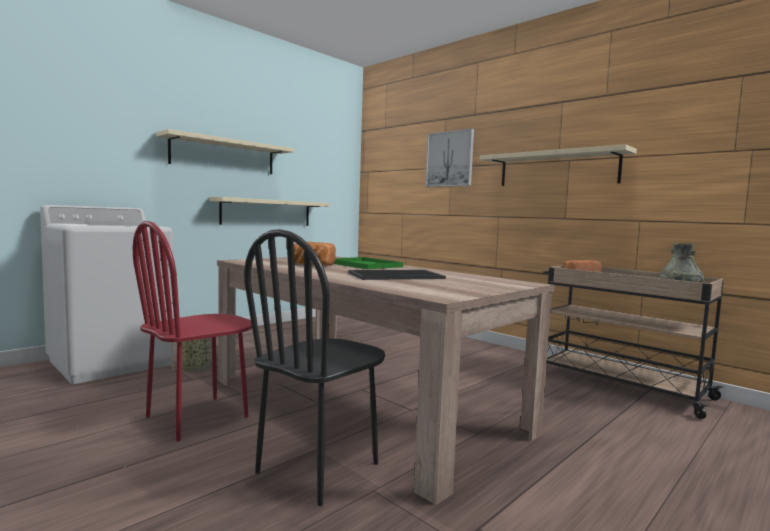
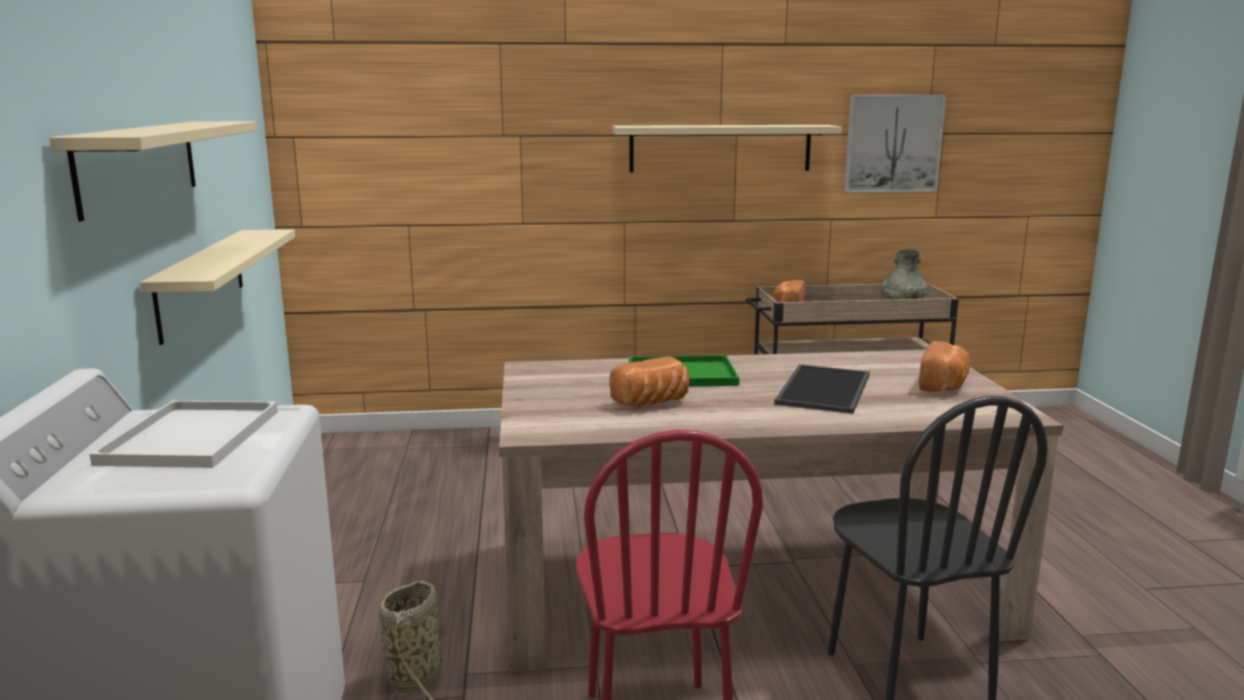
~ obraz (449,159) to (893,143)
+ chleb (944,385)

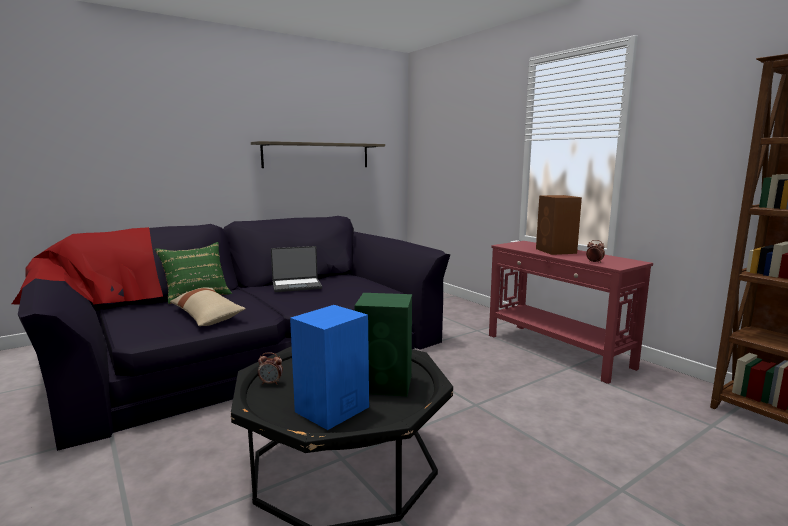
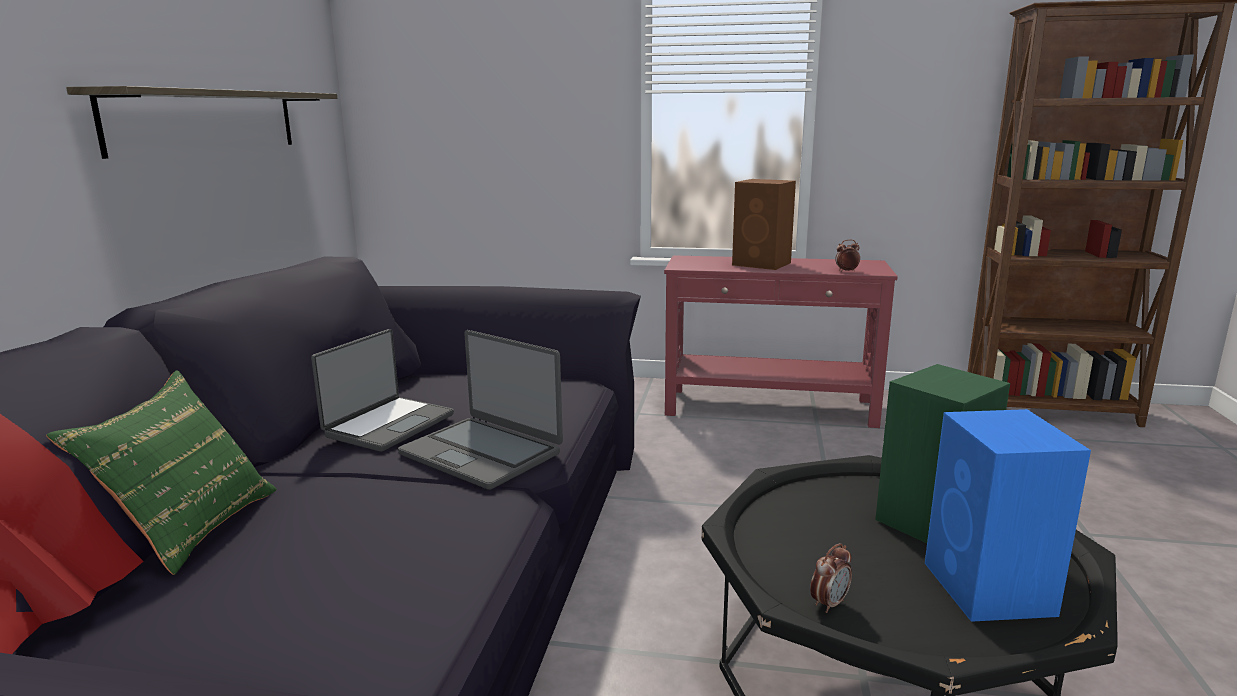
- poduszka [beżowy] (206,316)
+ laptop (482,453)

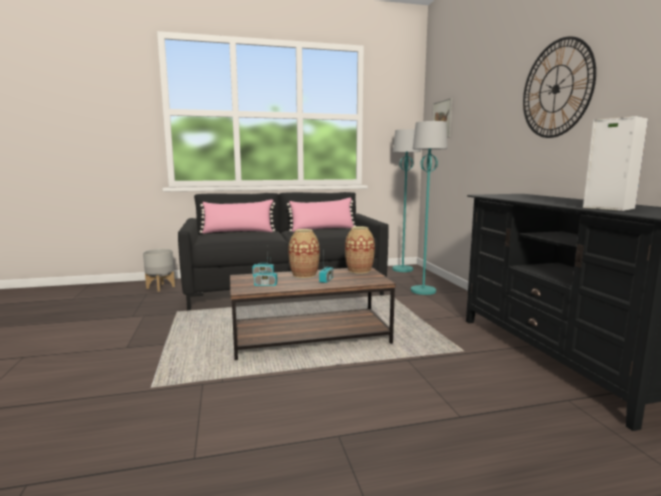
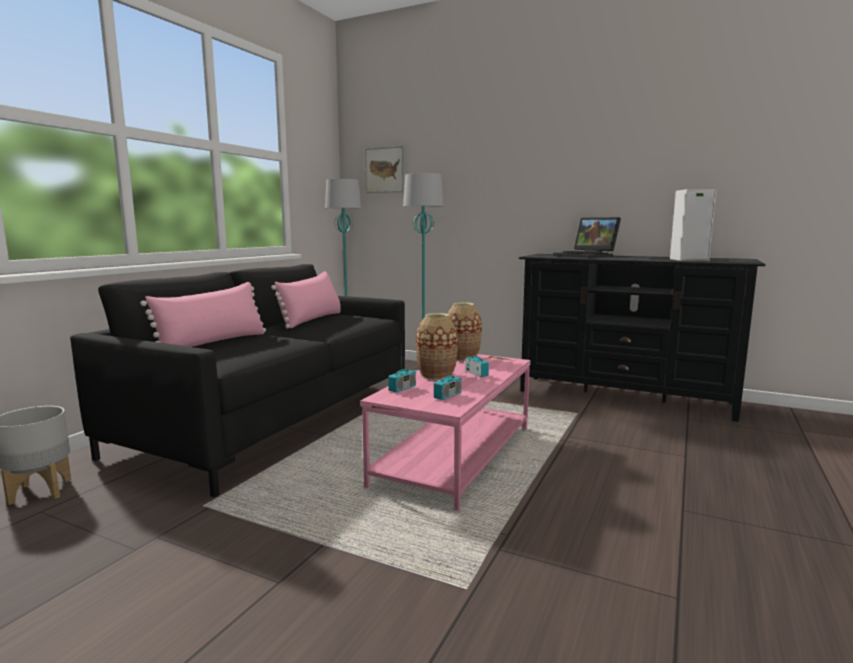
~ ława [brązowy] (310,337) to ława [różowy] (455,454)
- zegar ścienny (556,89)
+ laptop (587,256)

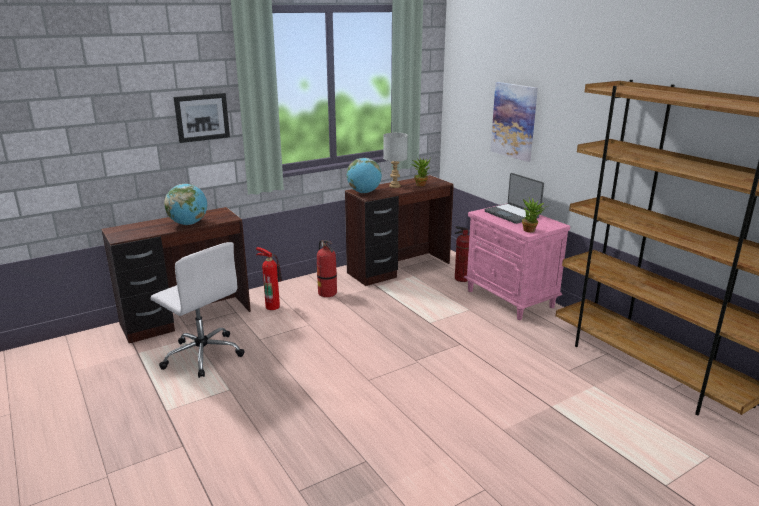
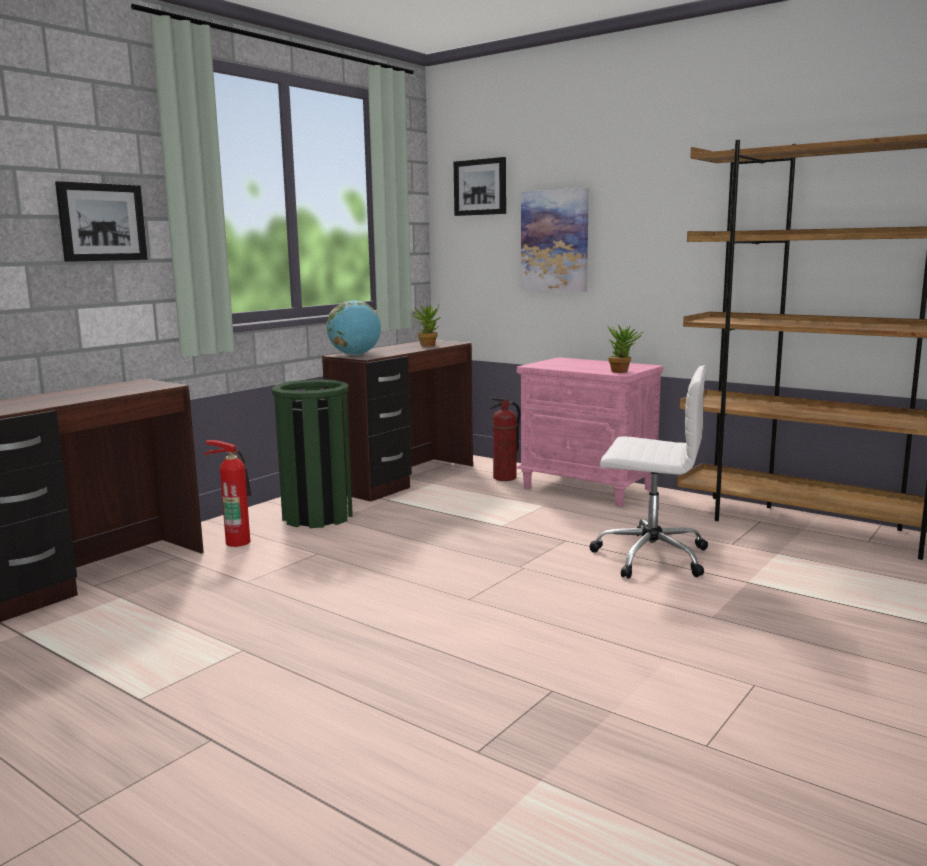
~ krzesło biurowe [biały] (202,354) to (649,556)
- globus (188,224)
~ gaśnica (327,293) to kosz na śmieci [zielony] (318,516)
- lampa stołowa [szary] (395,186)
- laptop (512,214)
+ obraz (480,187)

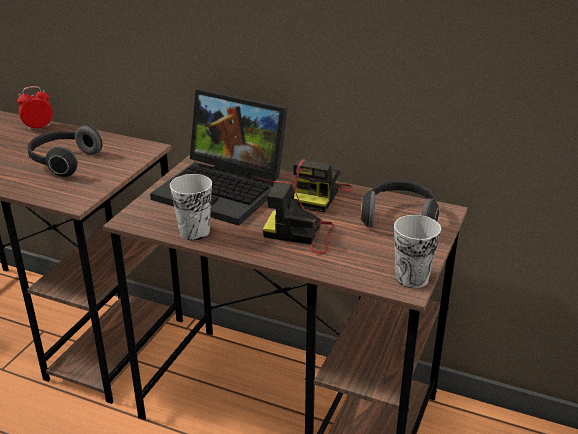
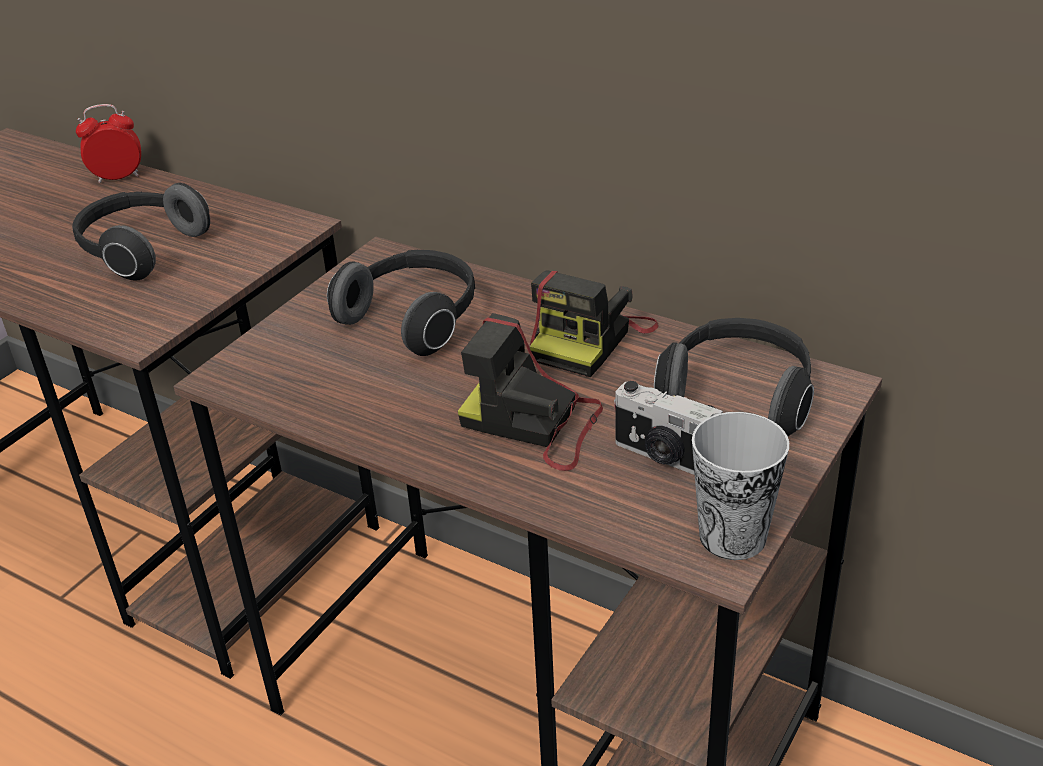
~ laptop (224,190) to słuchawki (414,319)
- filiżanka (194,232)
+ aparat fotograficzny (666,458)

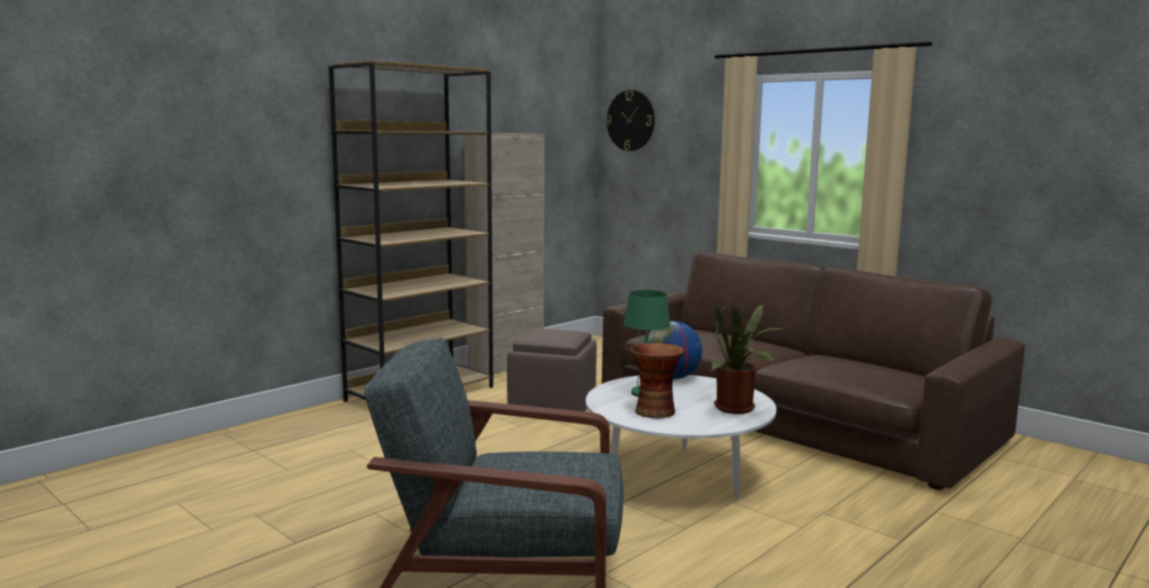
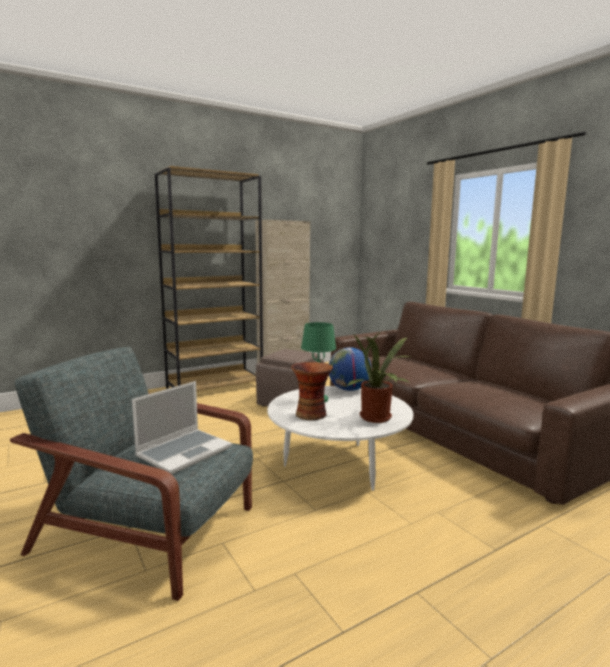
- zegar ścienny (630,120)
+ laptop (184,451)

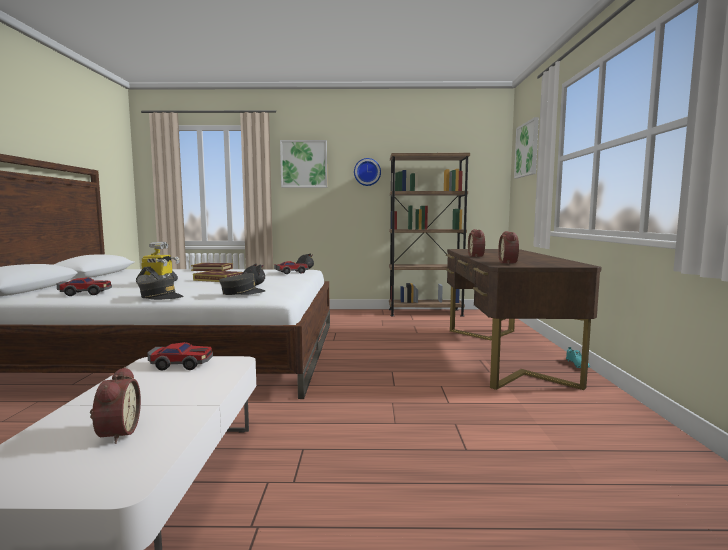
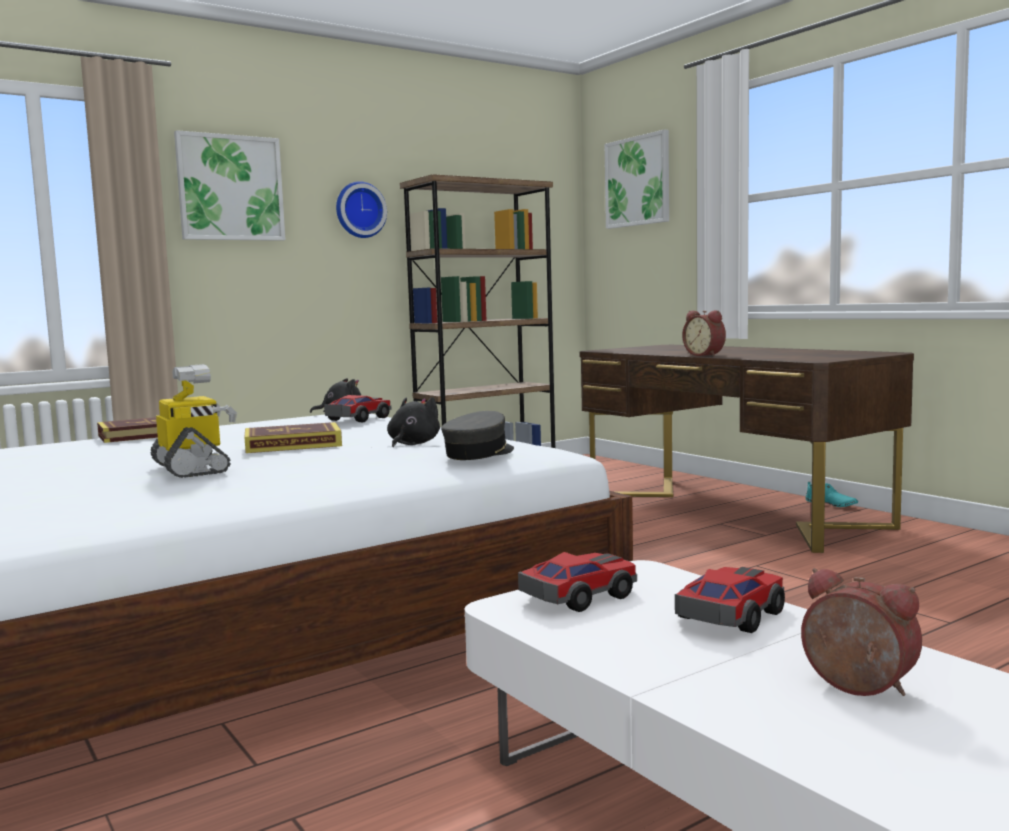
~ samochodzik (86,293) to (728,615)
- czapka z daszkiem [szary] (161,297)
- budzik (509,263)

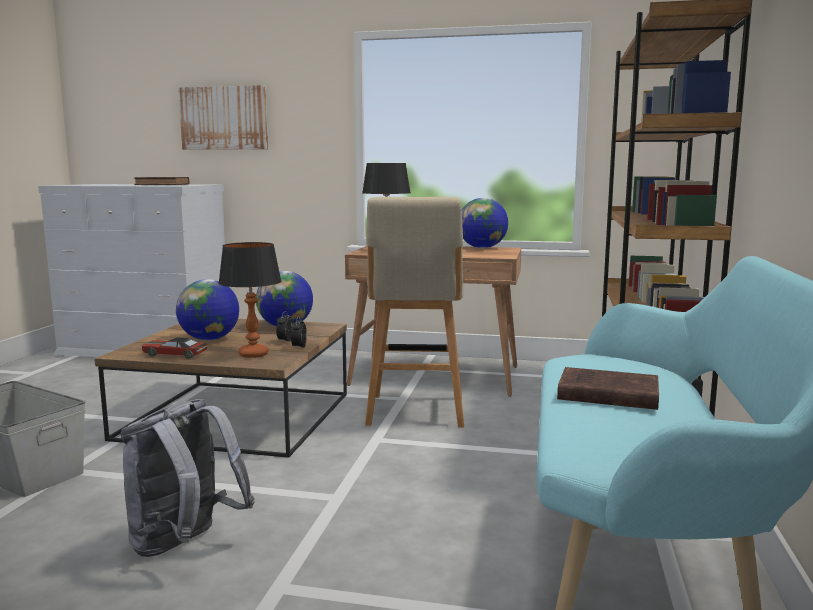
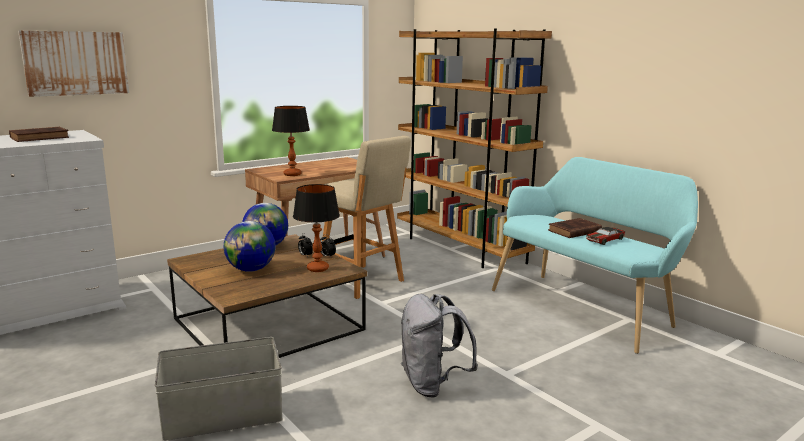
~ samochodzik (174,354) to (605,240)
- globus (482,248)

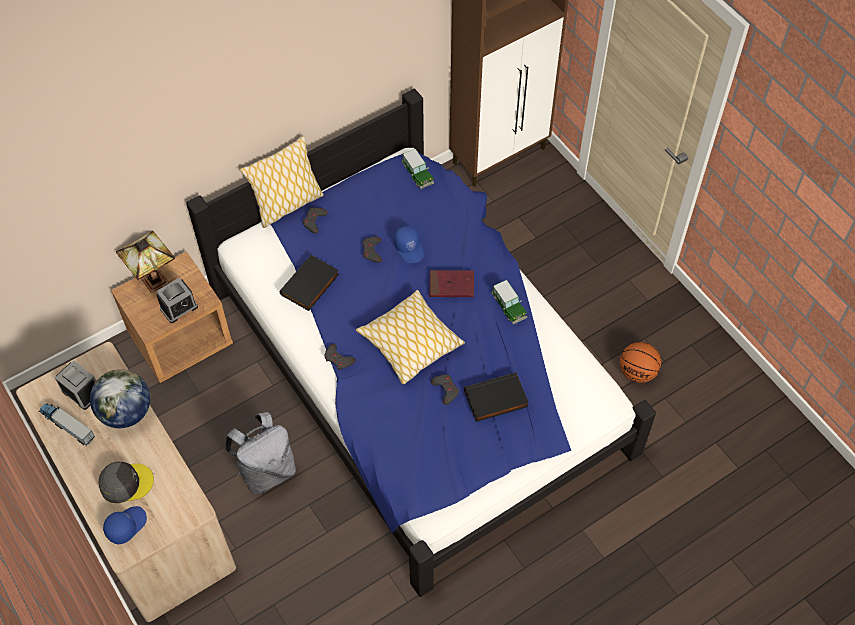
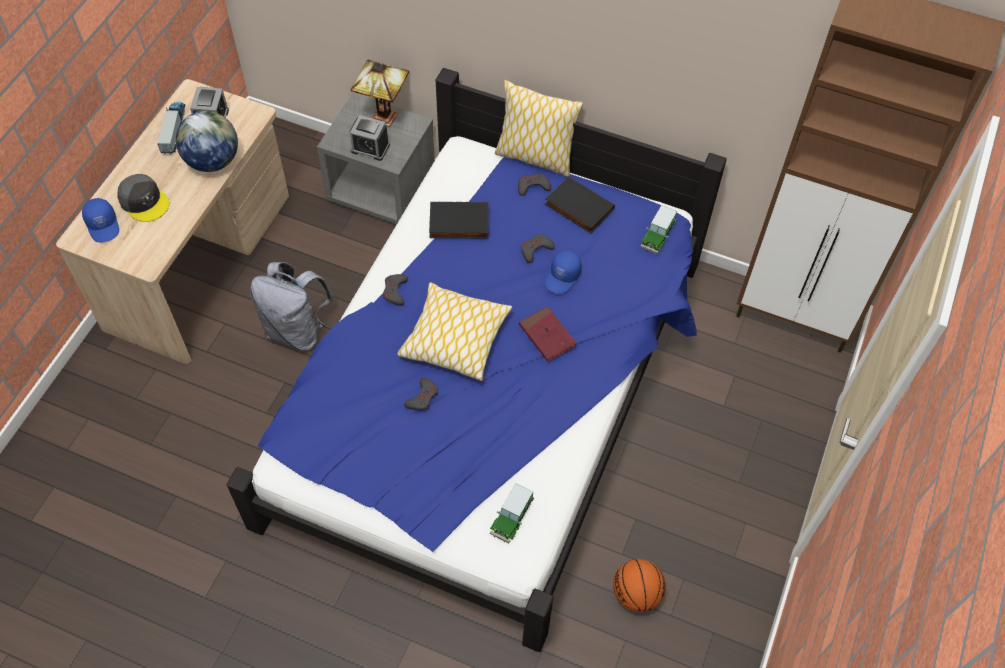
~ czapka z daszkiem [niebieski] (126,525) = (103,225) 60 degrees clockwise
~ szafka nocna [brązowy] (181,339) to szafka nocna [szary] (382,189)
~ książka [czarny] (496,400) to (578,208)
~ samochodzik (509,307) to (511,517)

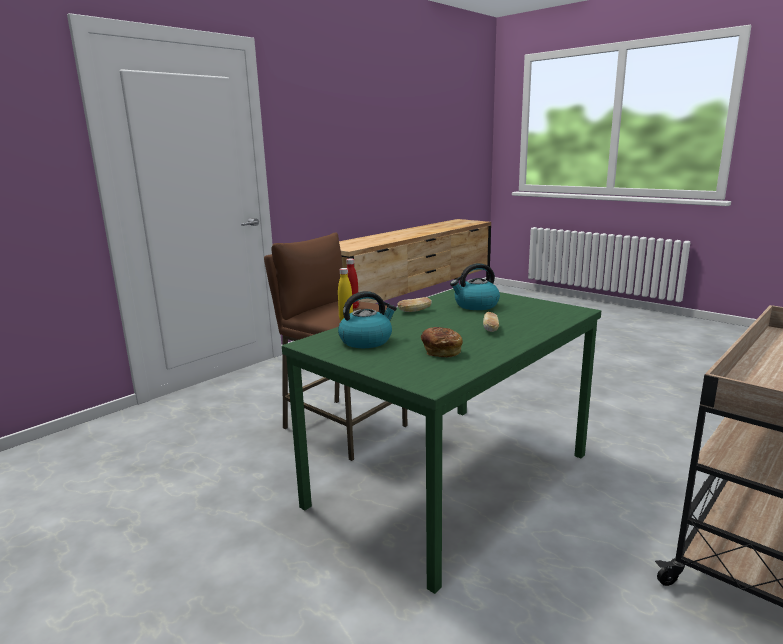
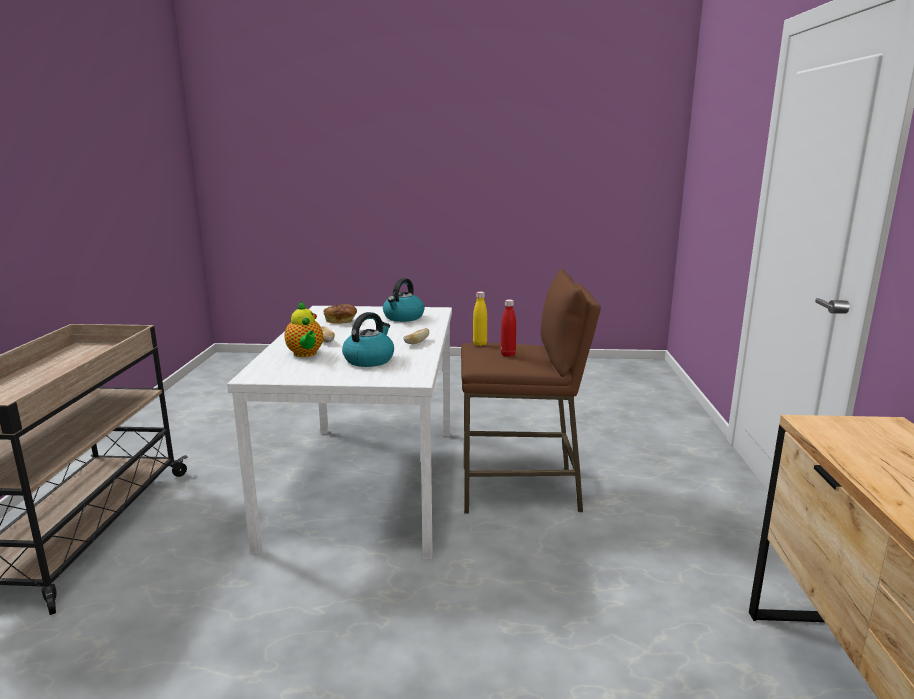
~ stół jadalny [zielony] (451,481) to stół jadalny [biały] (365,482)
+ imbryk (305,354)

